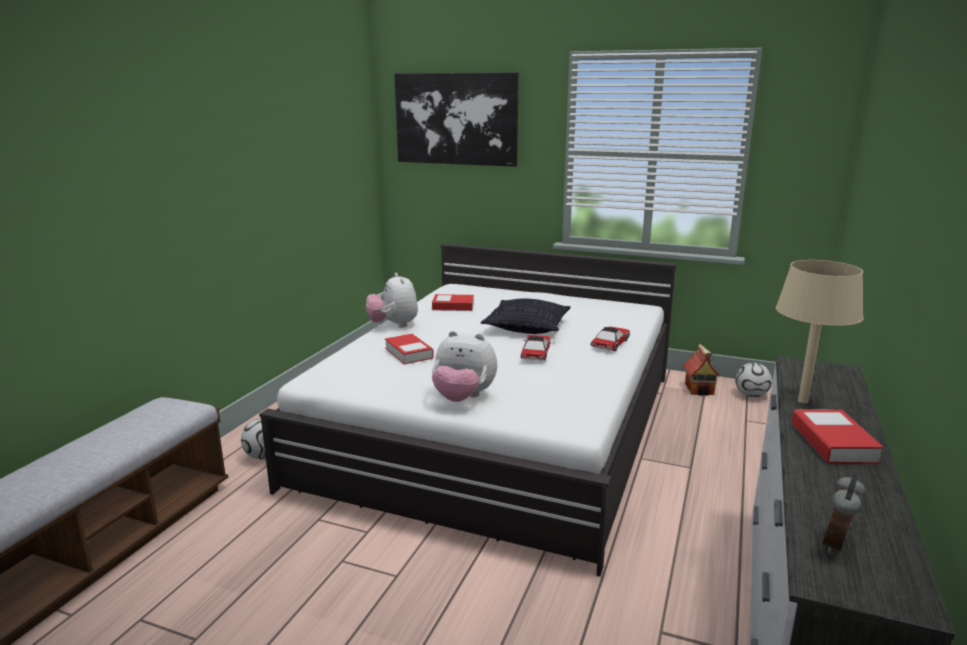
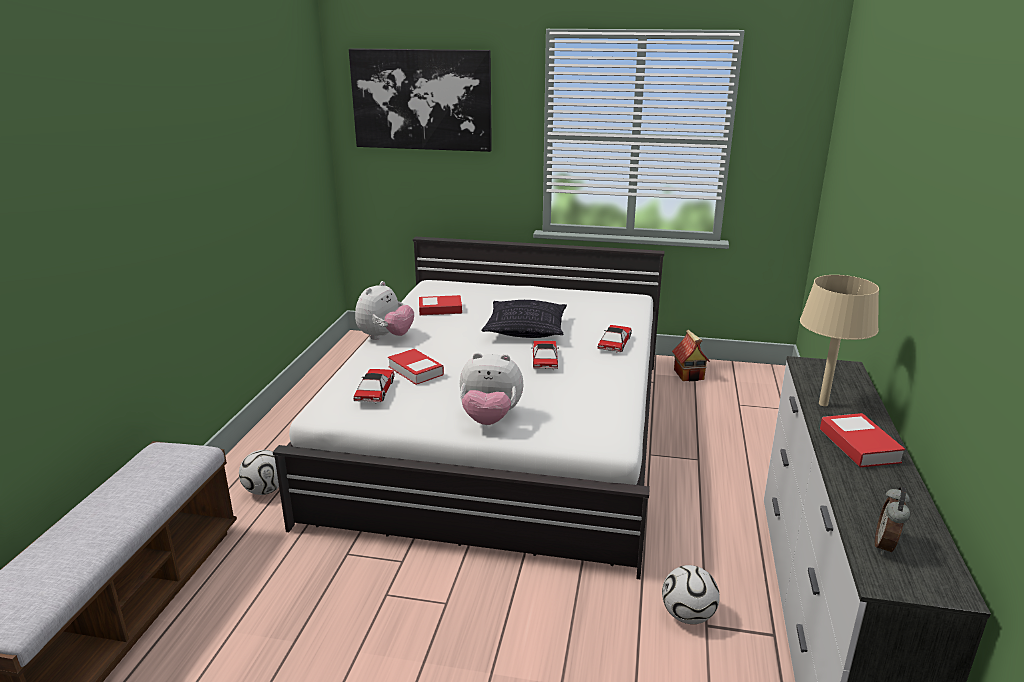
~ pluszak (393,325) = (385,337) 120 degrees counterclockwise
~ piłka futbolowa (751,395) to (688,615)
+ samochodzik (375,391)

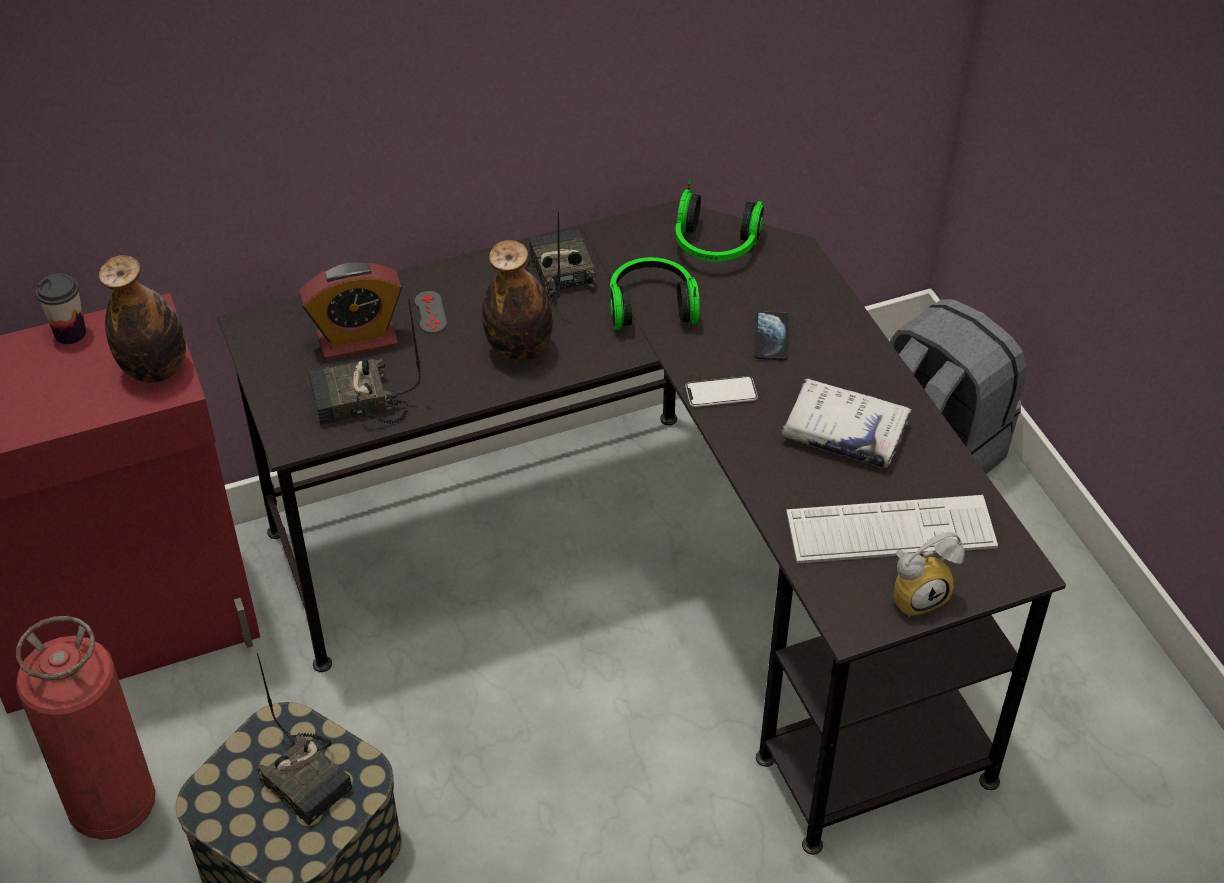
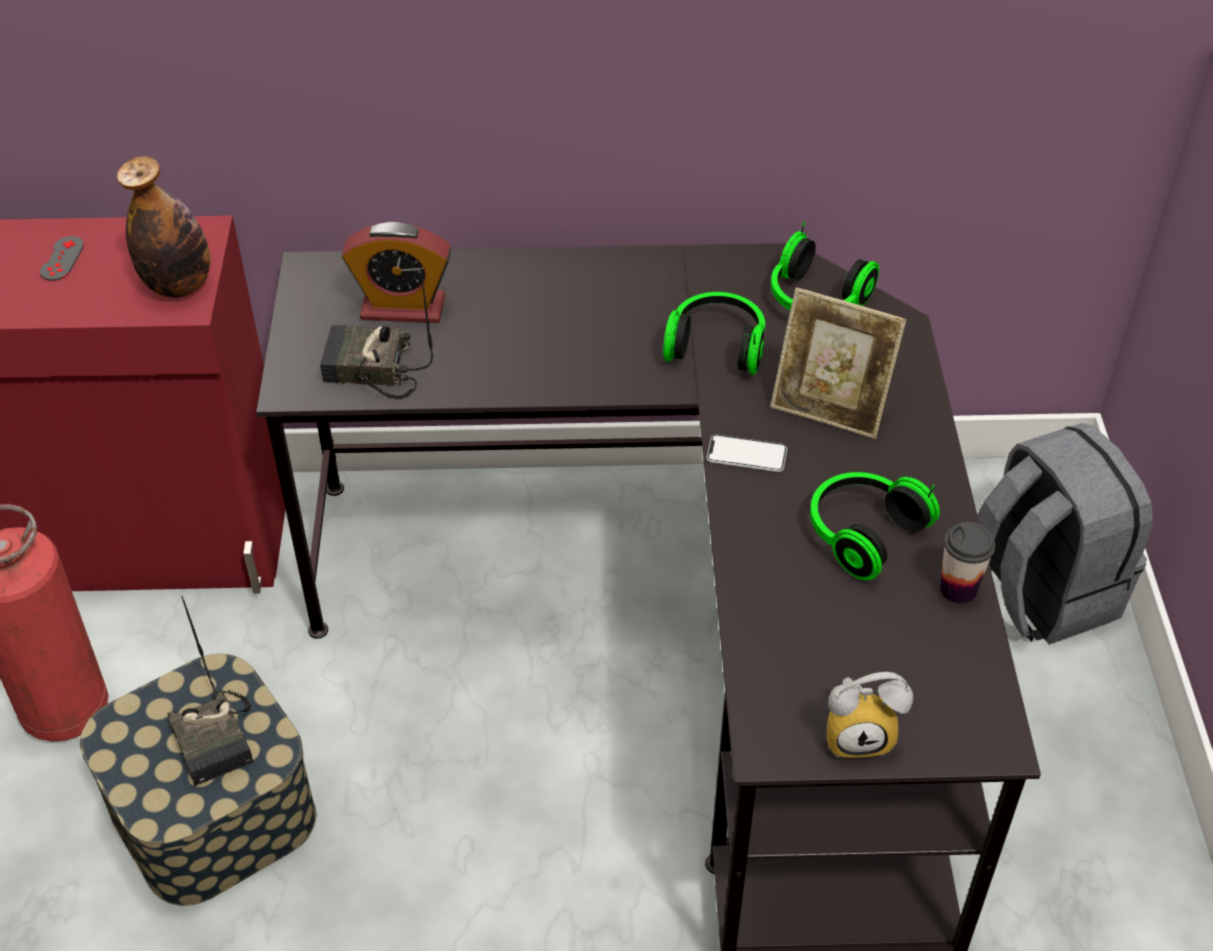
~ filiżanka (70,333) to (958,589)
~ pad do gier [szary] (430,312) to (62,259)
- butelka (519,349)
- radio (557,275)
~ telefon (771,337) to ramka na zdjęcie (830,410)
~ książka [biały] (844,433) to słuchawki (861,533)
- klawiatura (890,531)

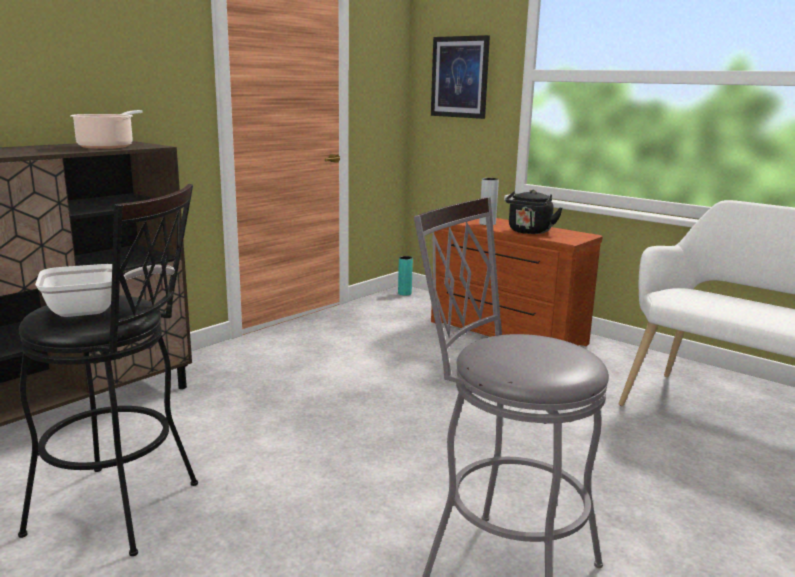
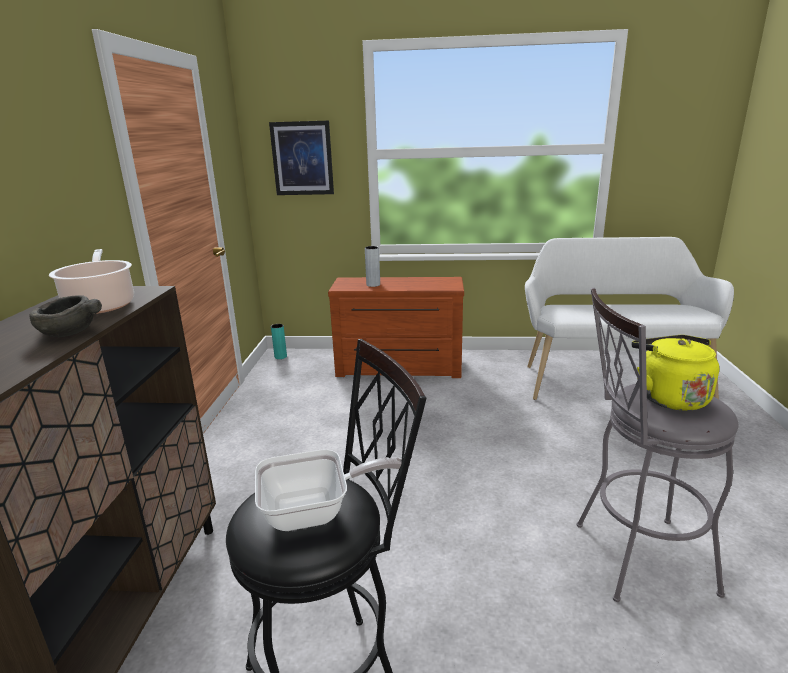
~ patelnia (94,310) = (315,512) 45 degrees clockwise
- czajnik [czarny] (529,232)
+ miska [szary] (68,333)
+ czajnik [żółty] (668,397)

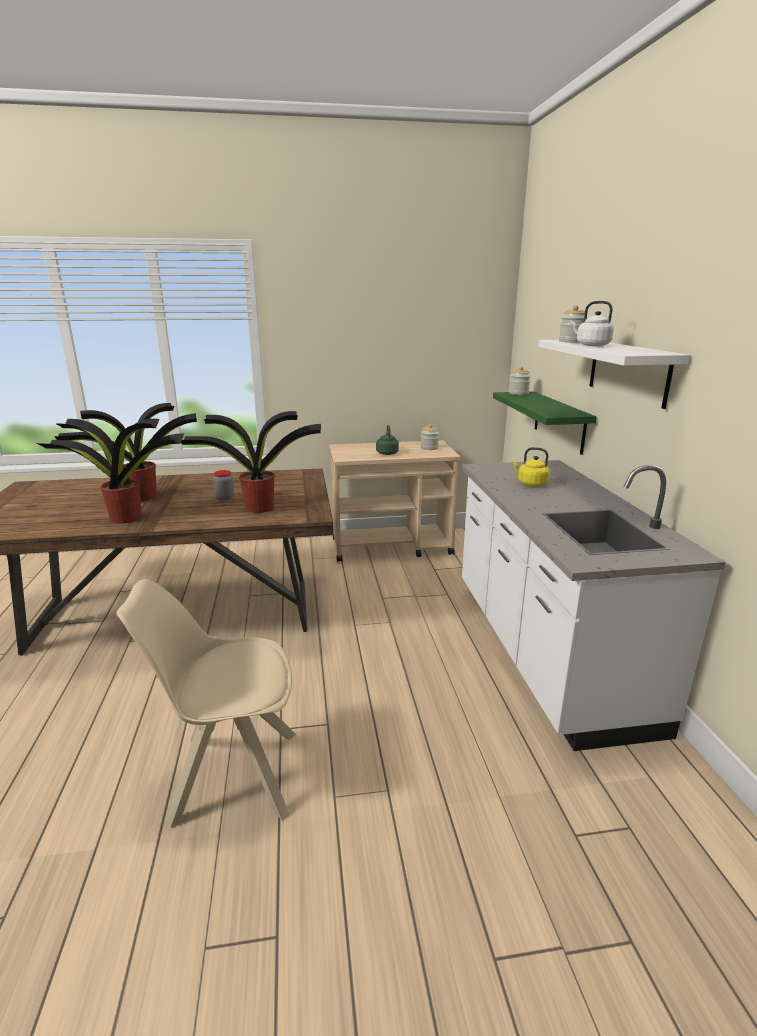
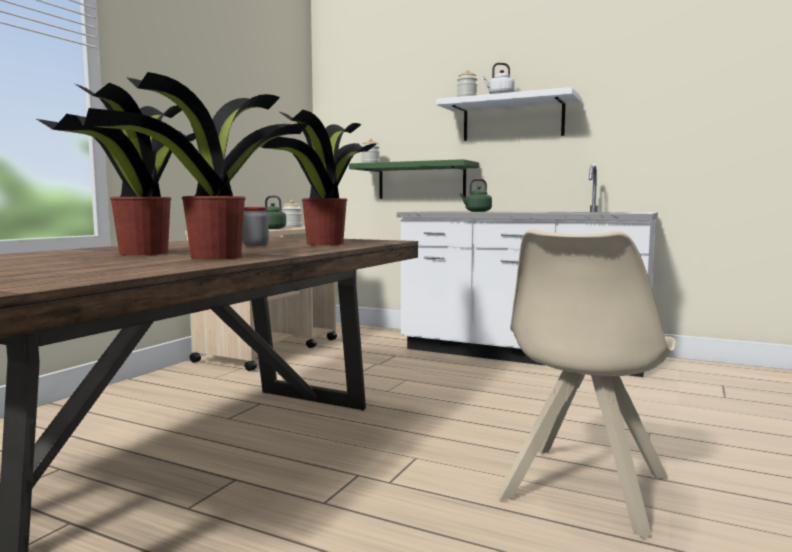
~ czajnik [żółty] (531,484) to czajnik [zielony] (477,211)

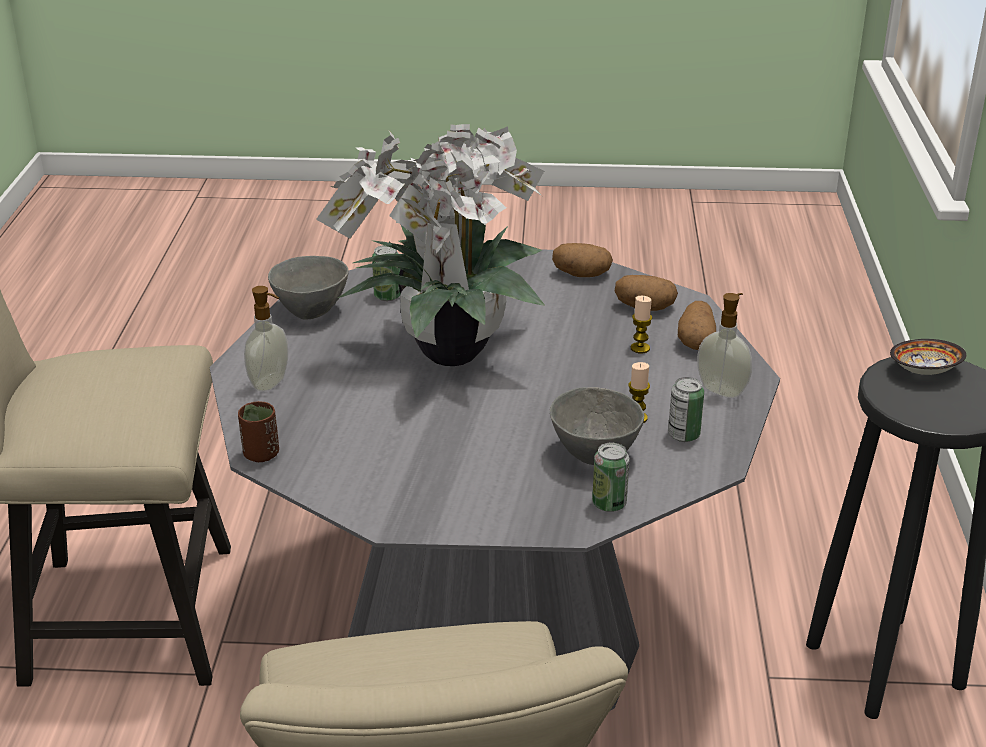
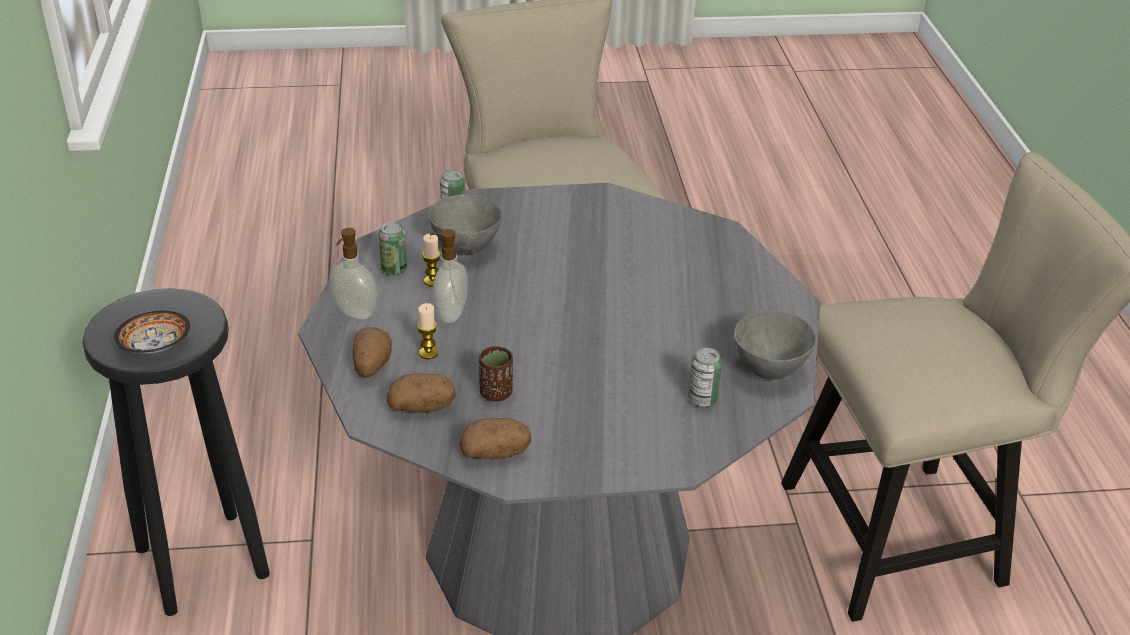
~ filiżanka [brązowy] (261,454) to (496,393)
~ dozownik mydła (271,383) to (449,313)
- roślina doniczkowa (443,353)

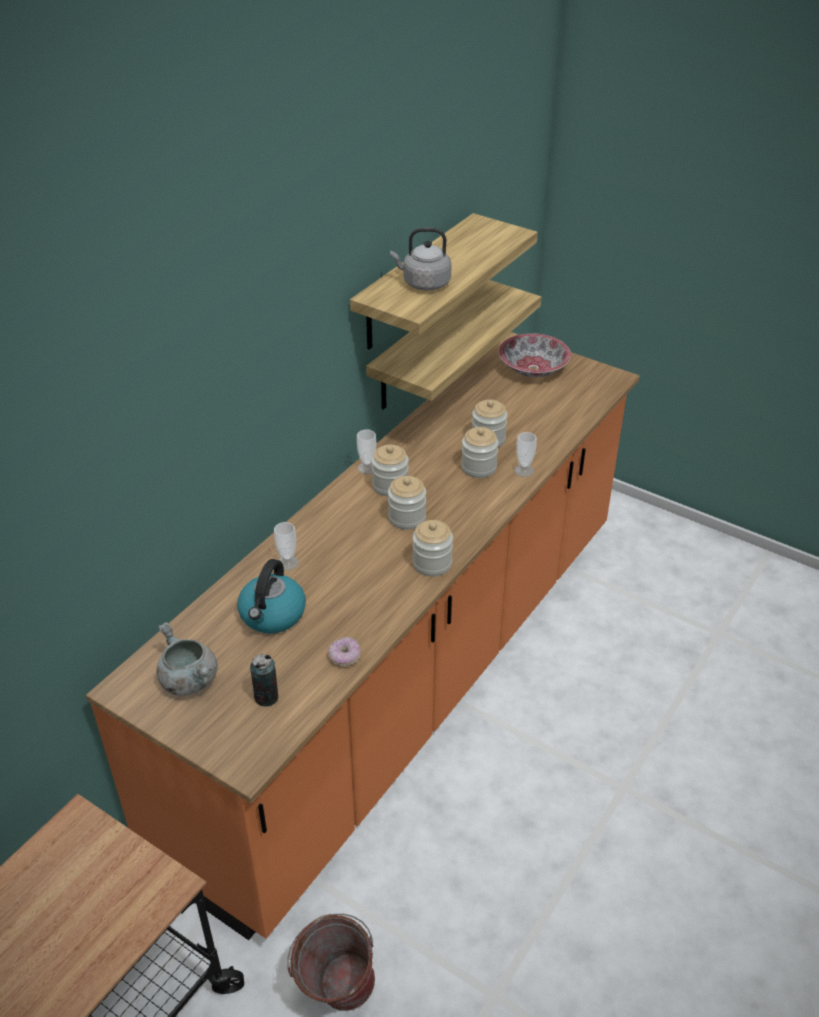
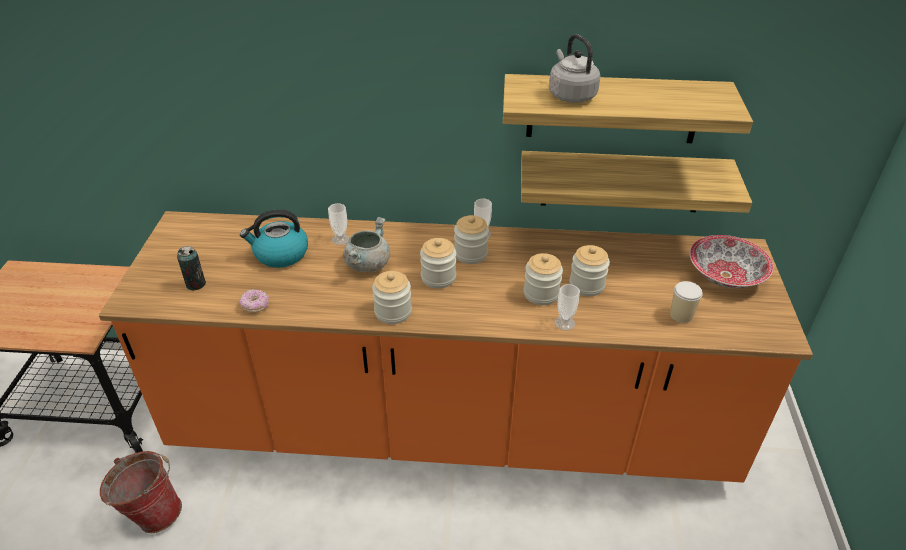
~ garnek [szary] (188,680) to (367,264)
+ filiżanka (681,315)

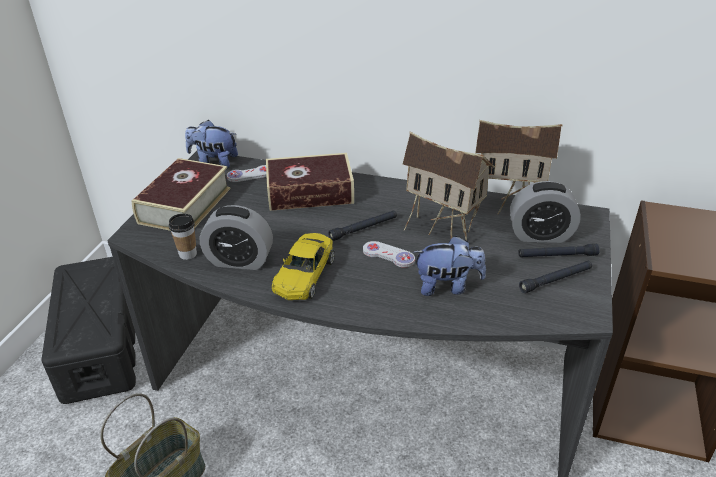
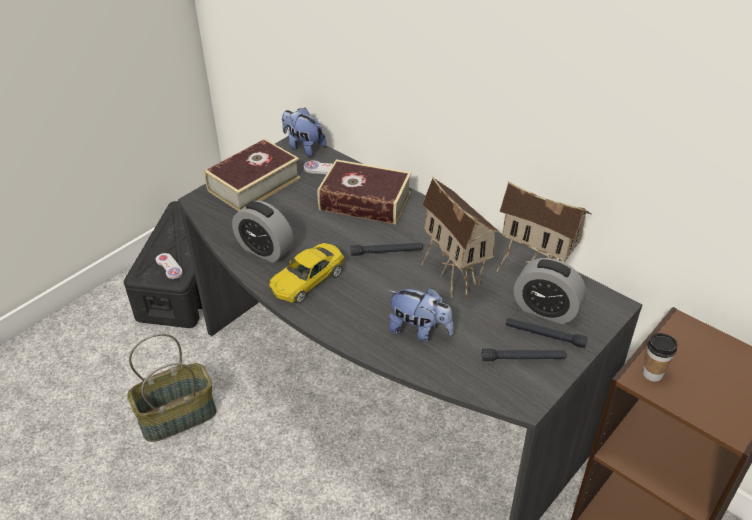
~ filiżanka (188,254) to (652,374)
~ pad do gier [biały] (388,255) to (169,267)

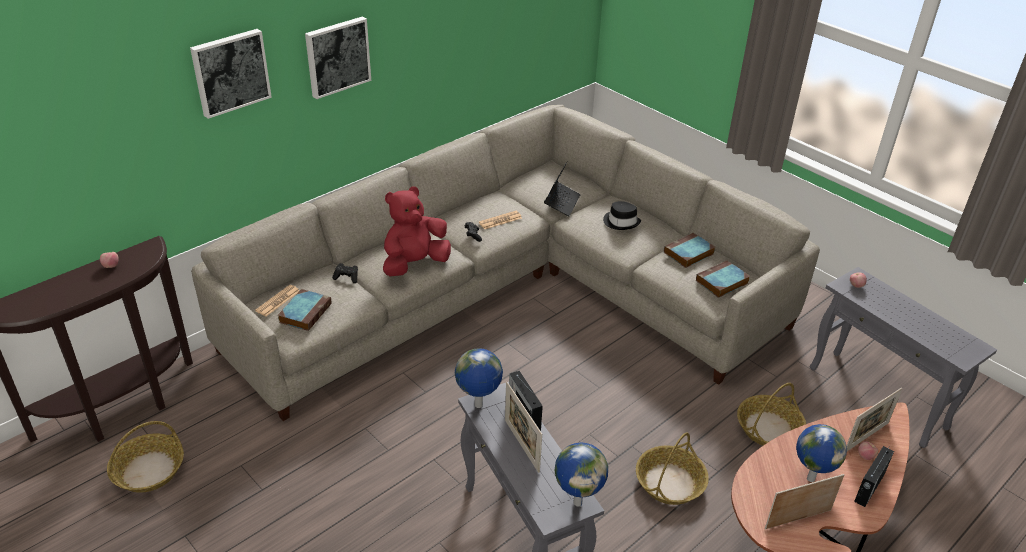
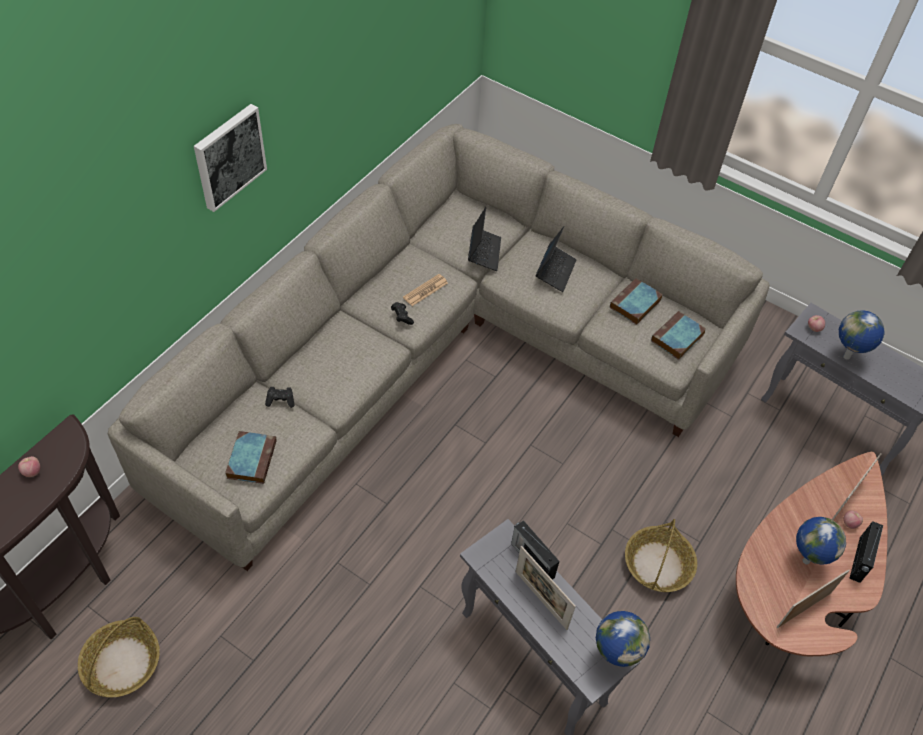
- obraz (230,72)
- gazeta (278,301)
- pluszak [czerwony] (414,264)
~ globus (478,406) to (847,357)
~ kapelusz [czarny] (621,222) to laptop (555,271)
- koszyk (768,429)

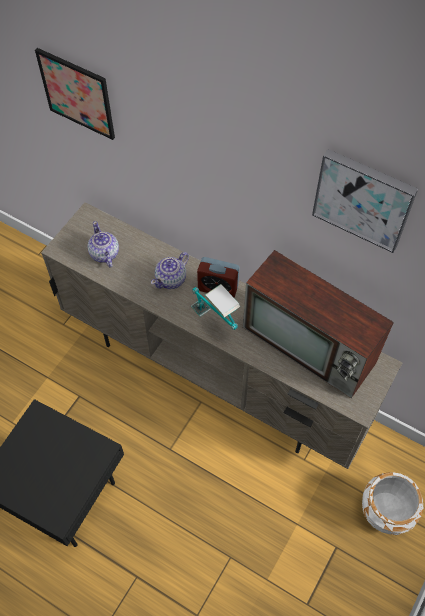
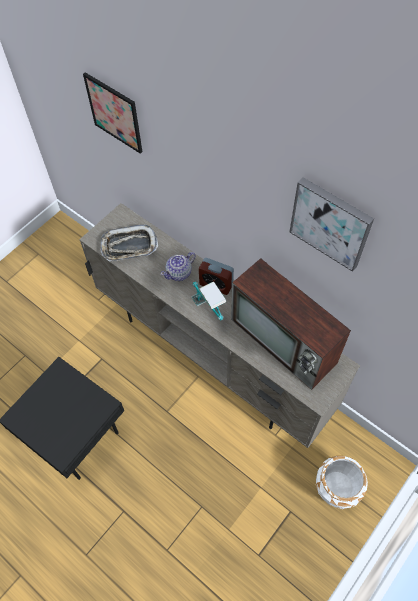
~ imbryk (104,254) to taca (129,246)

